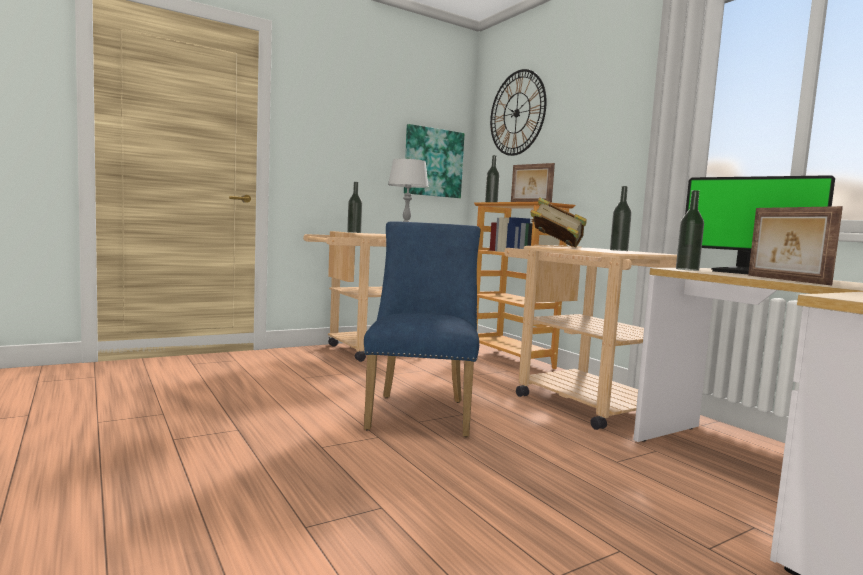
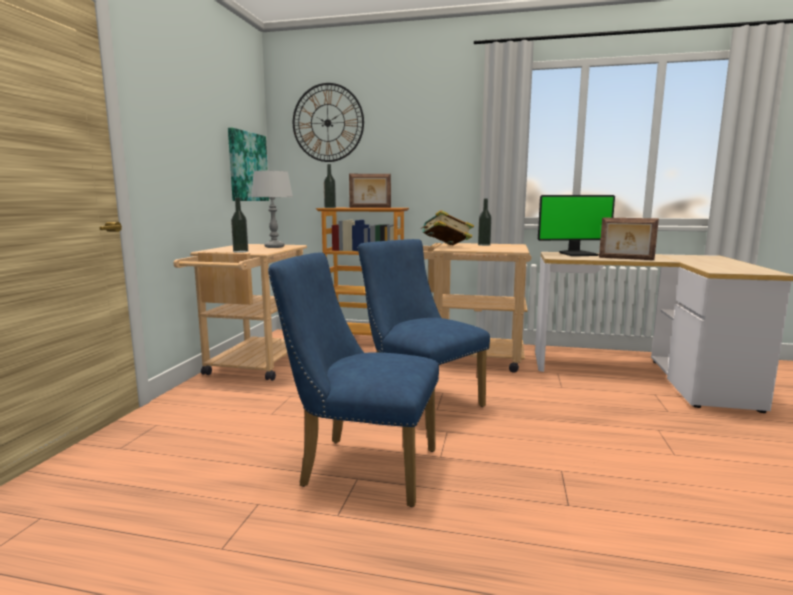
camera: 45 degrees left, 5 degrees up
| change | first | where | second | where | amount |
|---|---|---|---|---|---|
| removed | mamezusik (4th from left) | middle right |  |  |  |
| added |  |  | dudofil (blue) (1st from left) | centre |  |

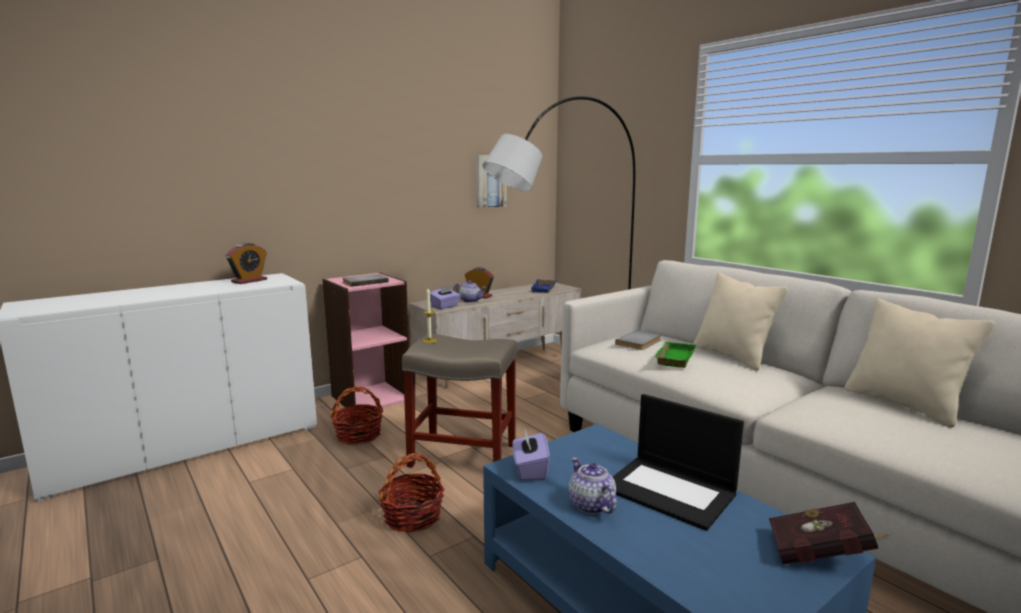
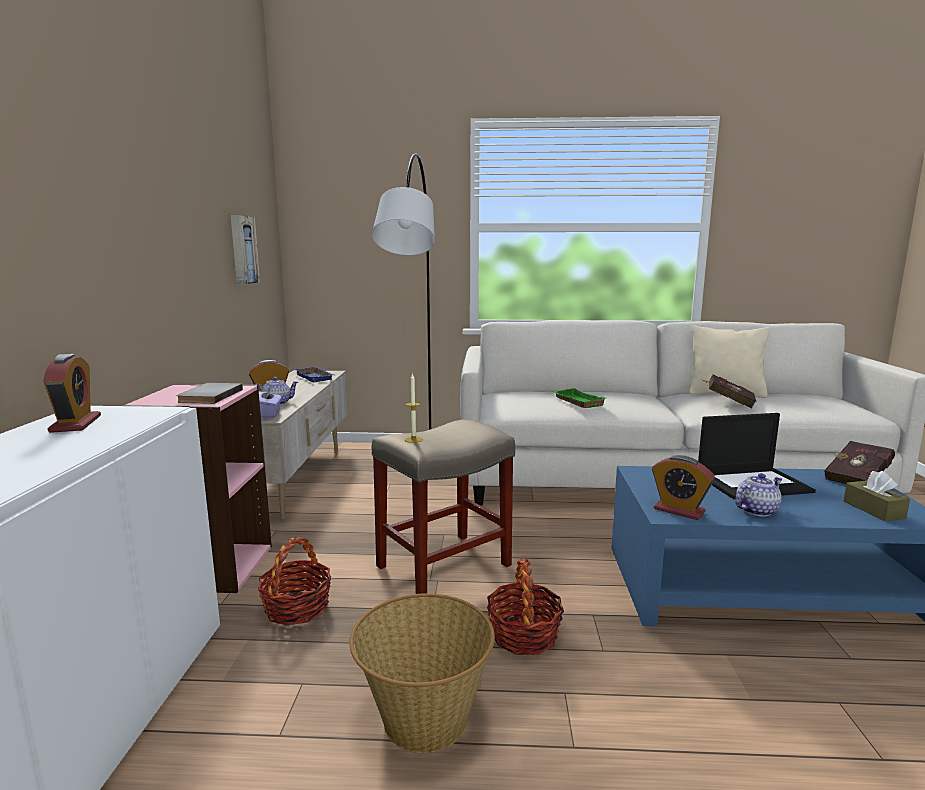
camera: 50 degrees left, 0 degrees up
| change | first | where | second | where | amount |
|---|---|---|---|---|---|
| replaced | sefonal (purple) (2nd from left) | bottom centre | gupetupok (3rd from left) | middle right |  |
| turned | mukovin (2nd from left) | bottom centre |  | middle right | 135 degrees clockwise |
| removed | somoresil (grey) (2nd from left) | centre |  |  |  |
| removed | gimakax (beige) (1st from left) | middle right |  |  |  |
| added |  |  | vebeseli (2nd from left) | bottom centre |  |
| added |  |  | somoresil (red) (1st from left) | middle right |  |
| added |  |  | sefonal (brown) | middle right |  |

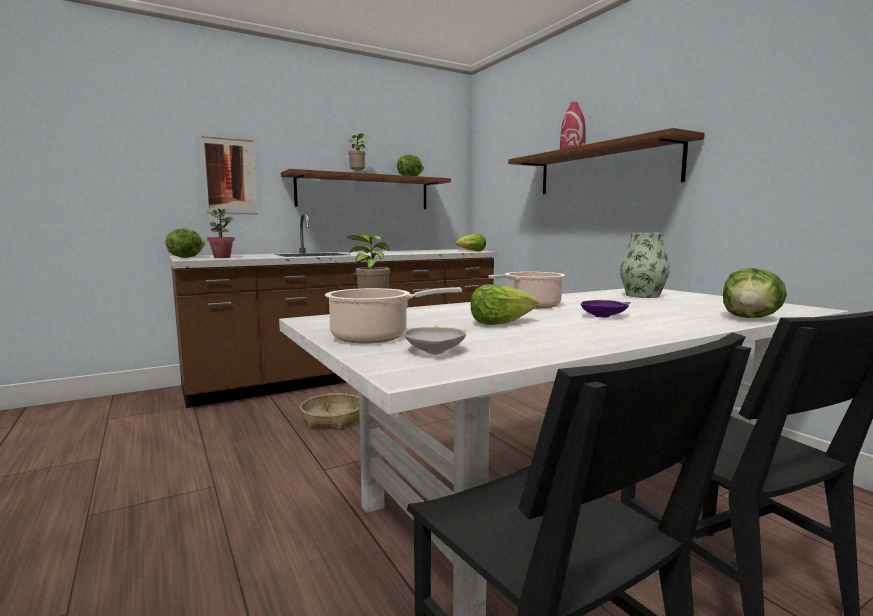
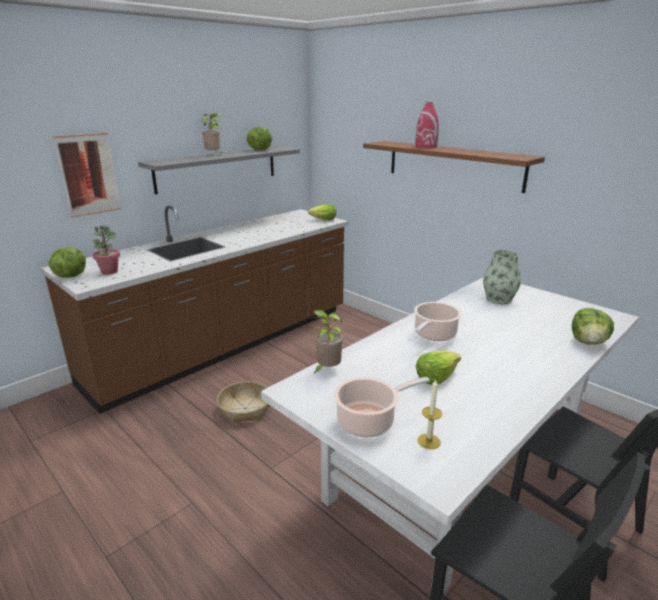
camera: 15 degrees left, 15 degrees up
| change | first | where | second | where | amount |
|---|---|---|---|---|---|
| recoloured | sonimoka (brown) (1st from left) | top centre | sonimoka (grey) | top left |  |
| replaced | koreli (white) | centre | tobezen | bottom centre |  |
| removed | koreli (purple) | middle right |  |  |  |

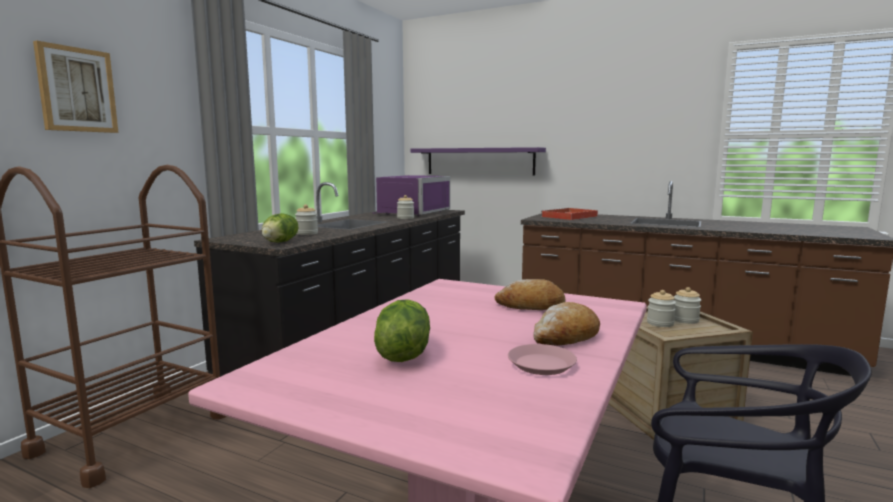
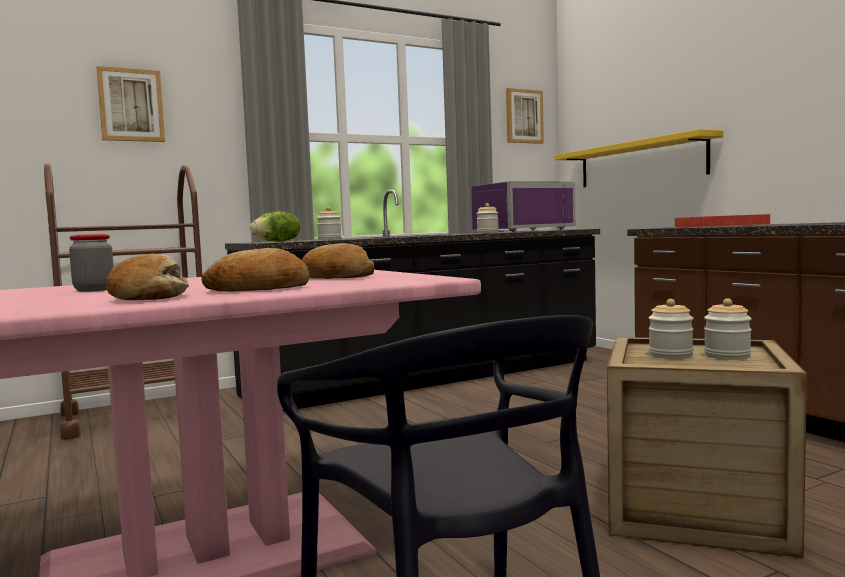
camera: 35 degrees right, 5 degrees down
| change | first | where | second | where | amount |
|---|---|---|---|---|---|
| replaced | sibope (2nd from left) | centre | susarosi (1st from left) | middle left |  |
| recoloured | sonimoka (purple) | top centre | sonimoka (yellow) | top right |  |
| replaced | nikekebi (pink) | bottom centre | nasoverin (1st from left) | middle left |  |
| added |  |  | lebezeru (2nd from left) | top centre |  |

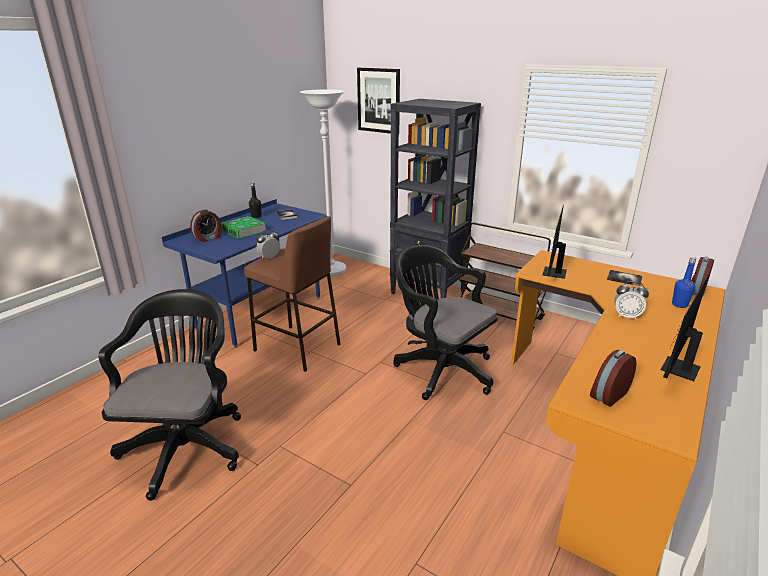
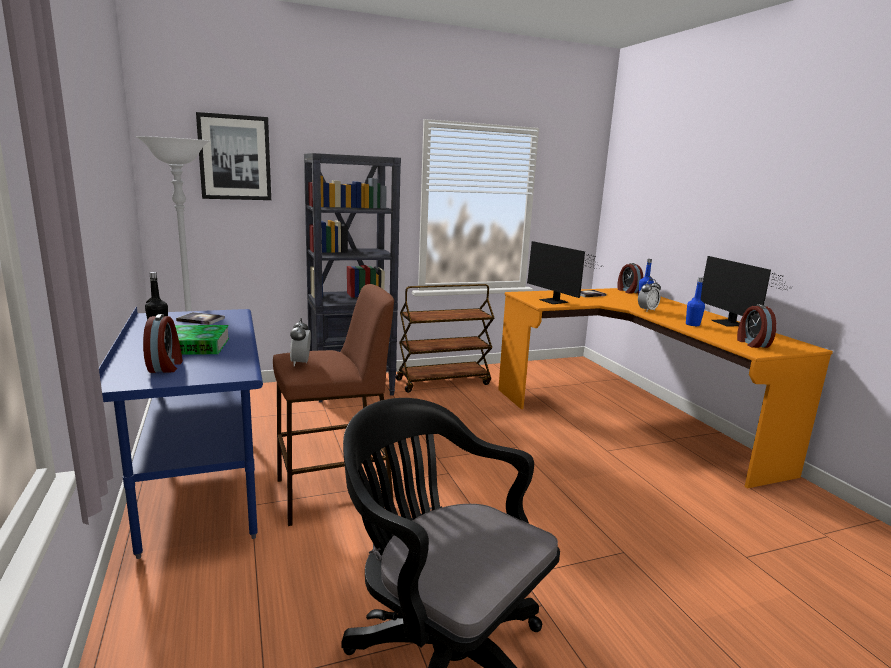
camera: 55 degrees left, 10 degrees down
| change | first | where | second | where | amount |
|---|---|---|---|---|---|
| removed | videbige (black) (2nd from left) | centre |  |  |  |
| added |  |  | mamezusik (blue) (2nd from left) | middle right |  |

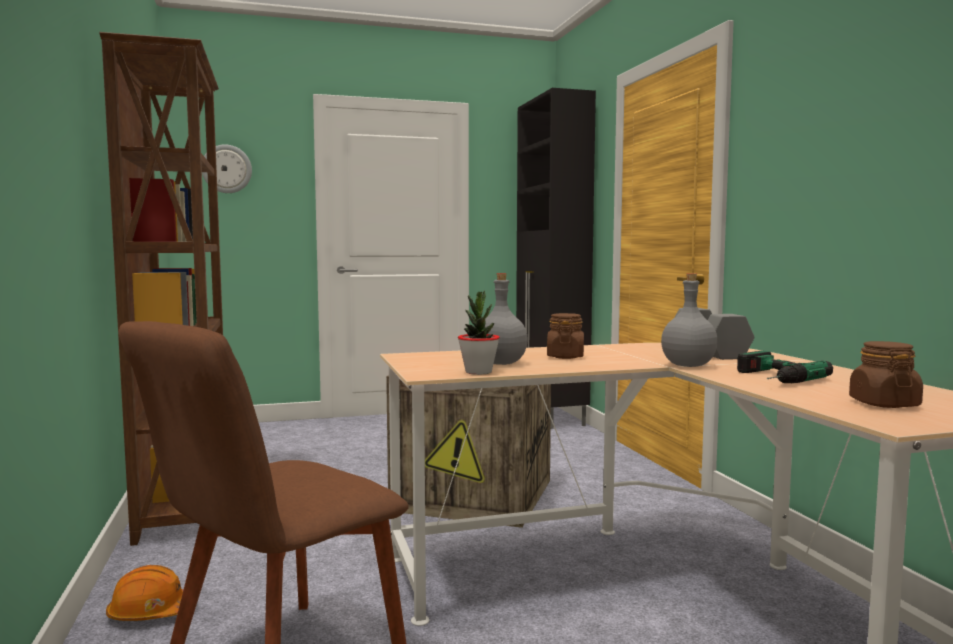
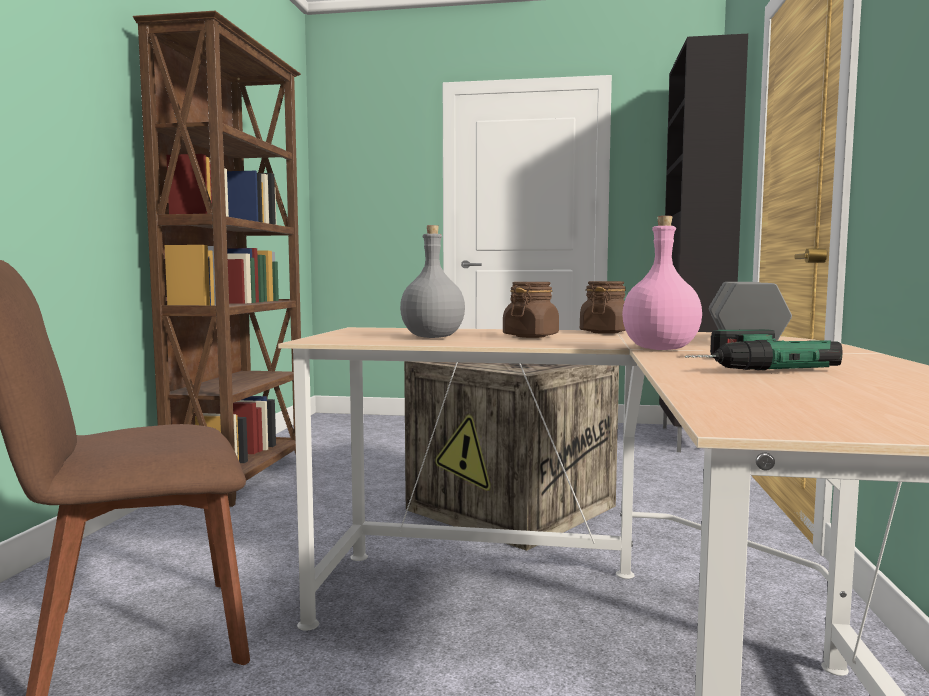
camera: 25 degrees right, 0 degrees up
| change | first | where | second | where | amount |
|---|---|---|---|---|---|
| removed | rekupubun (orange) | bottom left |  |  |  |
| removed | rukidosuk | top left |  |  |  |
| removed | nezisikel | centre |  |  |  |
| recoloured | mamezusik (grey) (2nd from left) | middle right | mamezusik (pink) | middle right |  |
| moved | susarosi (brown) (2nd from left) | middle right |  | centre |  |

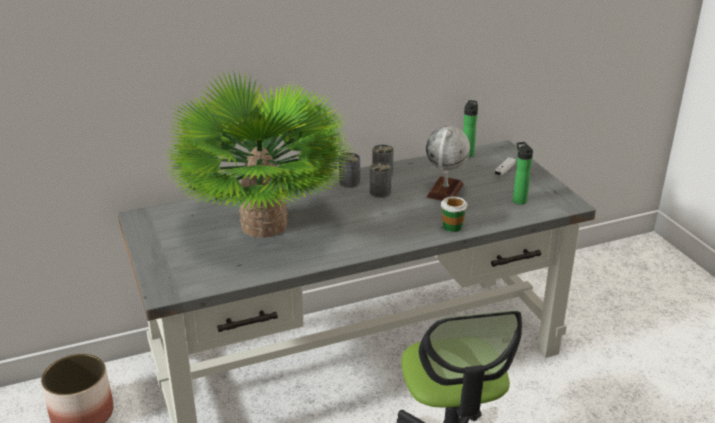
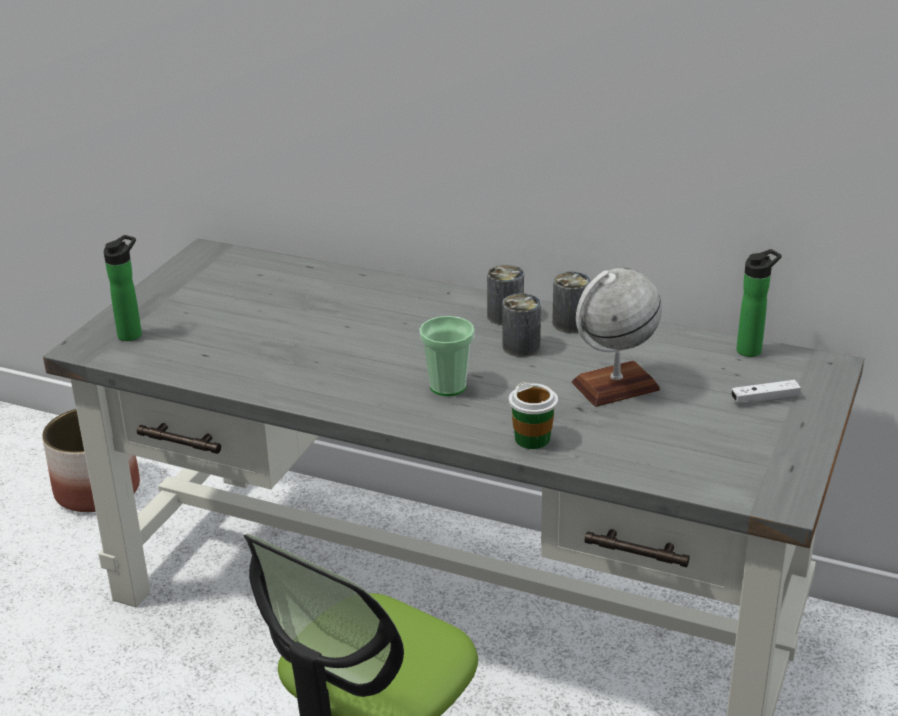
camera: 45 degrees right, 0 degrees up
| change | first | where | second | where | amount |
|---|---|---|---|---|---|
| removed | nezisikel | centre |  |  |  |
| moved | mamezusik (2nd from left in the first image) | middle right | mamezusik (1st from left) | middle left |  |
| added |  |  | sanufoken (1st from left) | centre |  |

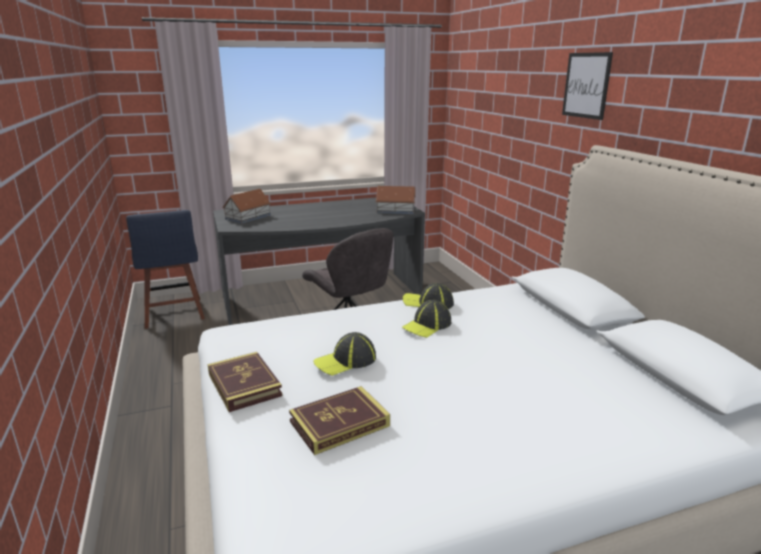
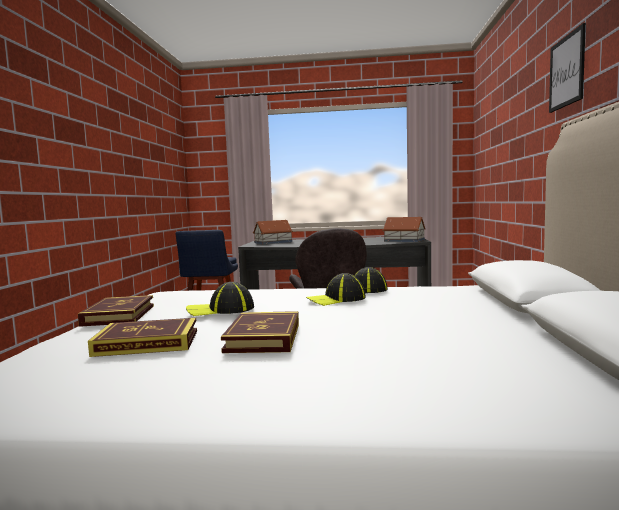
camera: 25 degrees right, 15 degrees down
| change | first | where | second | where | amount |
|---|---|---|---|---|---|
| added |  |  | somoresil (3rd from left) | centre |  |

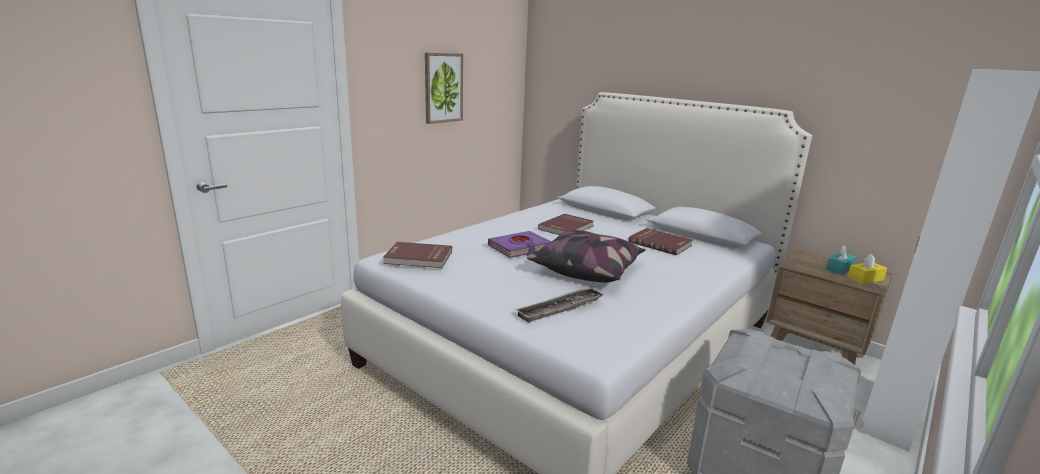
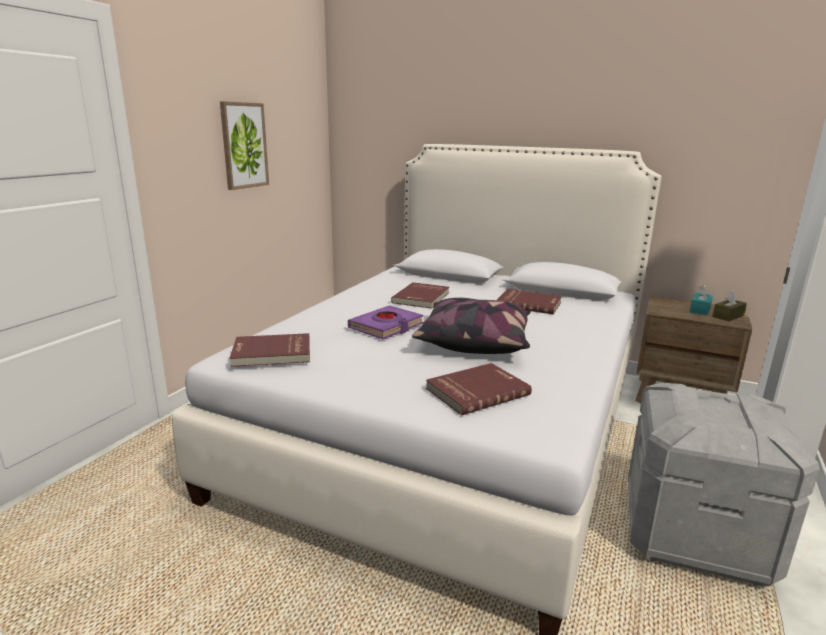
camera: 15 degrees left, 0 degrees up
| change | first | where | second | where | amount |
|---|---|---|---|---|---|
| replaced | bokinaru | centre | somoresil (red) (3rd from left) | centre |  |
| recoloured | sefonal (yellow) | middle right | sefonal (brown) | middle right |  |

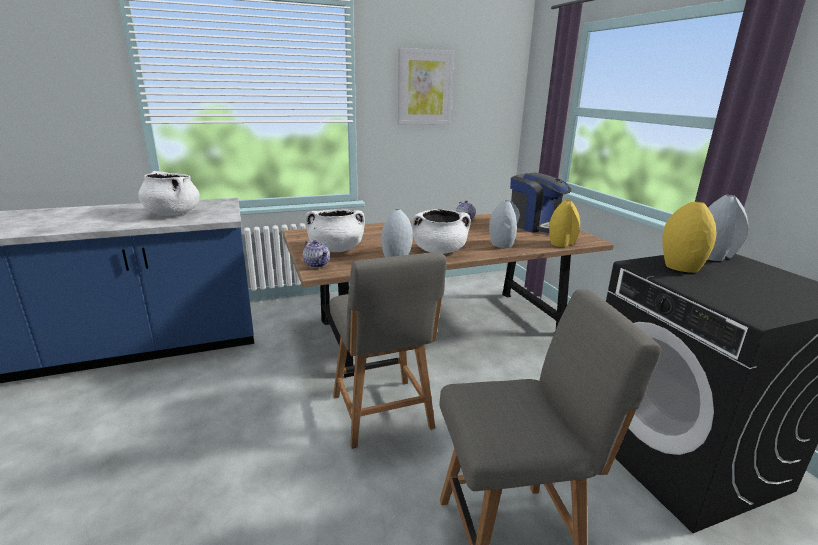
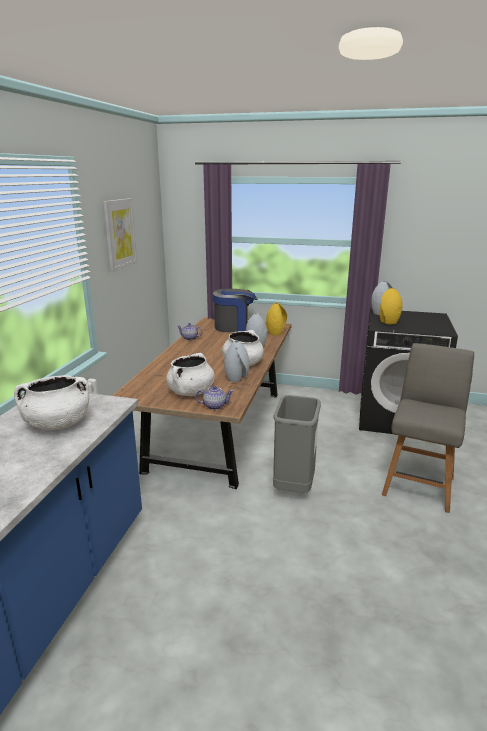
camera: 55 degrees left, 0 degrees up
| change | first | where | second | where | amount |
|---|---|---|---|---|---|
| replaced | dudofil (grey) (1st from left) | centre | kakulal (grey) | centre |  |

